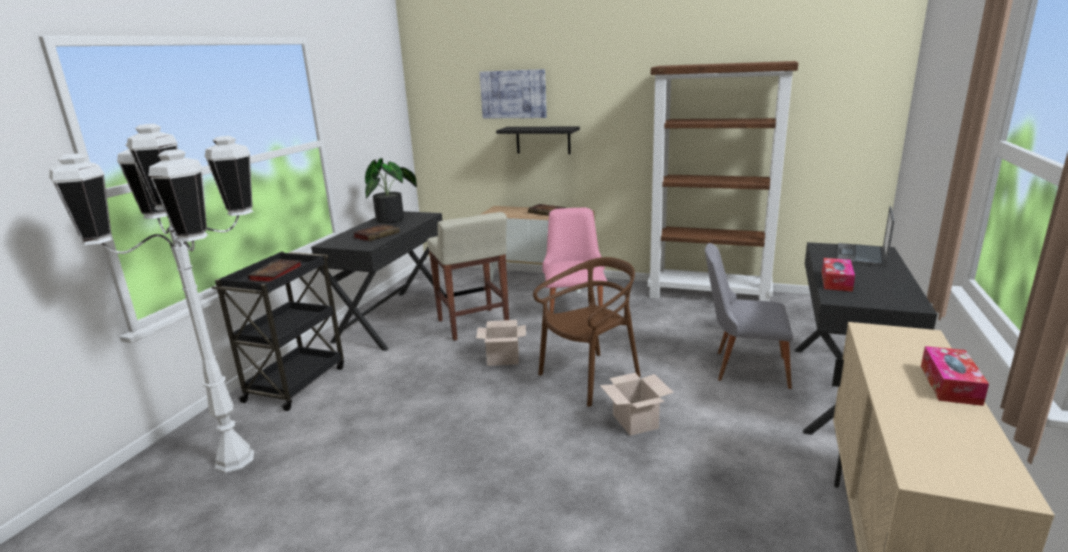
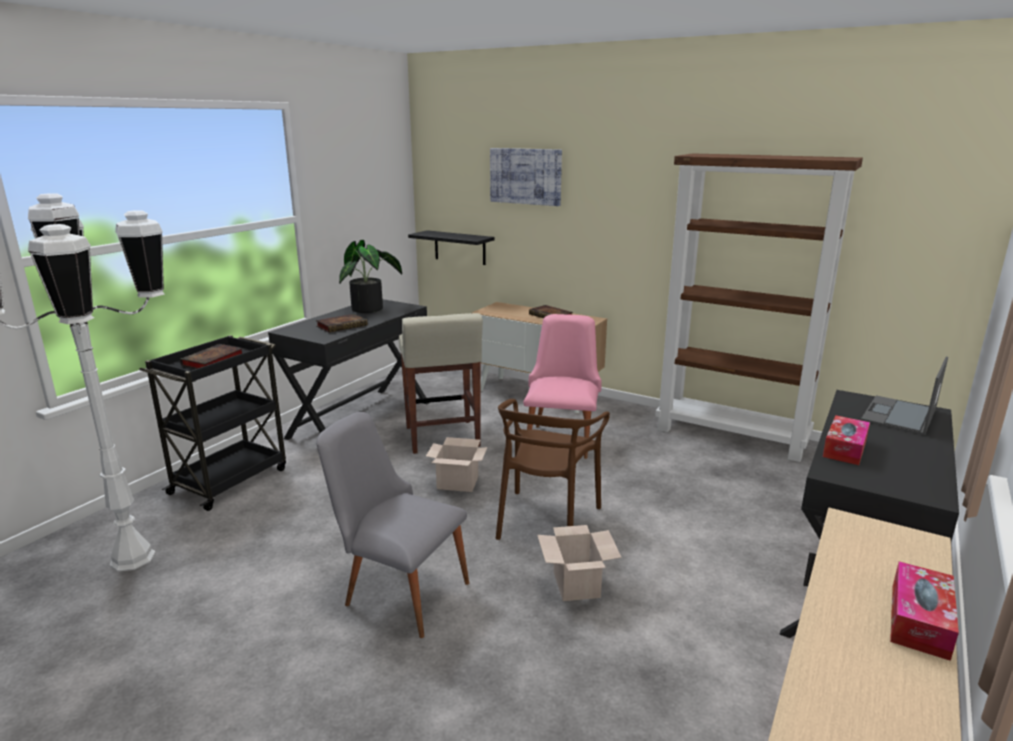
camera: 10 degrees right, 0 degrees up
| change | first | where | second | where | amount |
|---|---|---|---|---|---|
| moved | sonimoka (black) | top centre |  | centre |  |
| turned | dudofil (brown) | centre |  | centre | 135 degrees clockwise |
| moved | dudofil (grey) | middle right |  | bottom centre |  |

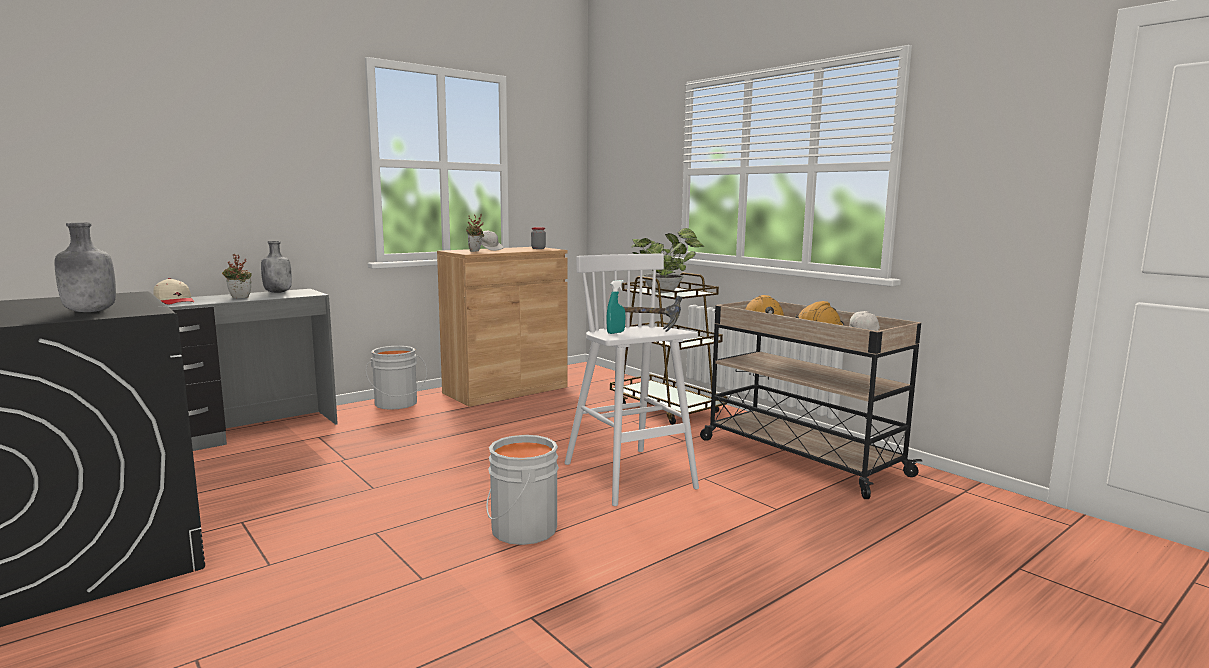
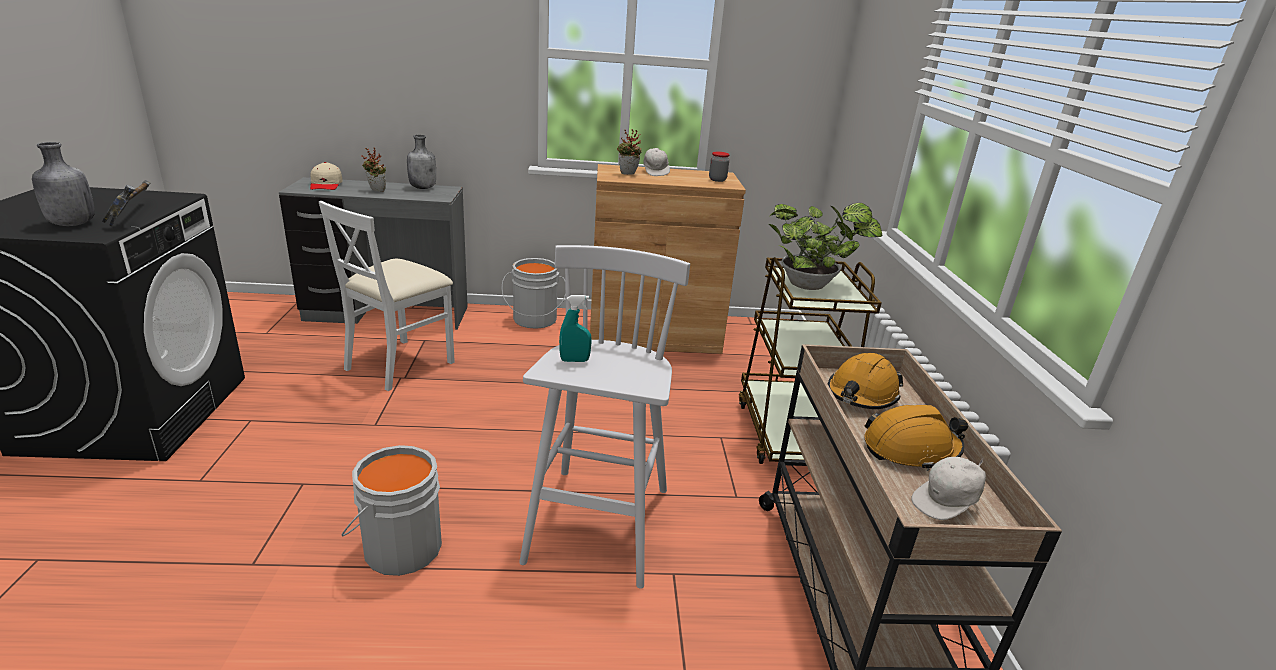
camera: 35 degrees right, 15 degrees up
| change | first | where | second | where | amount |
|---|---|---|---|---|---|
| moved | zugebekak | centre |  | top left |  |
| added |  |  | dudofil (white) | middle left |  |

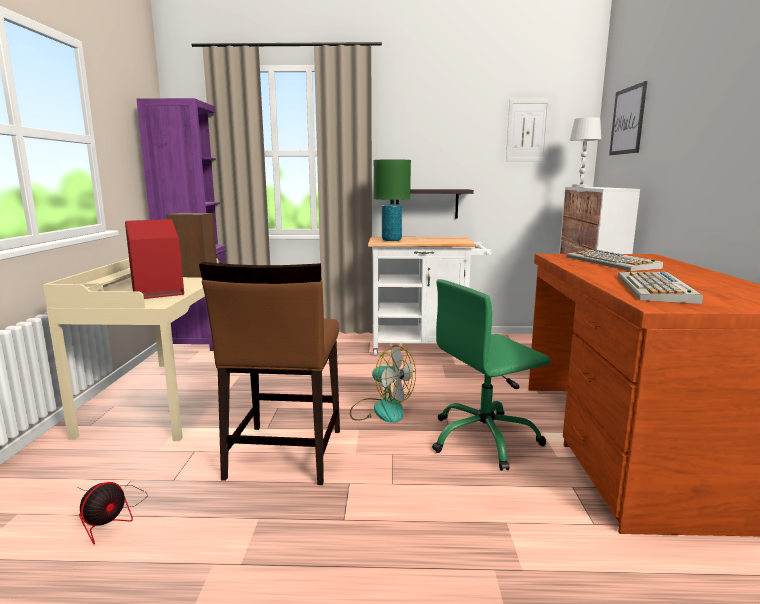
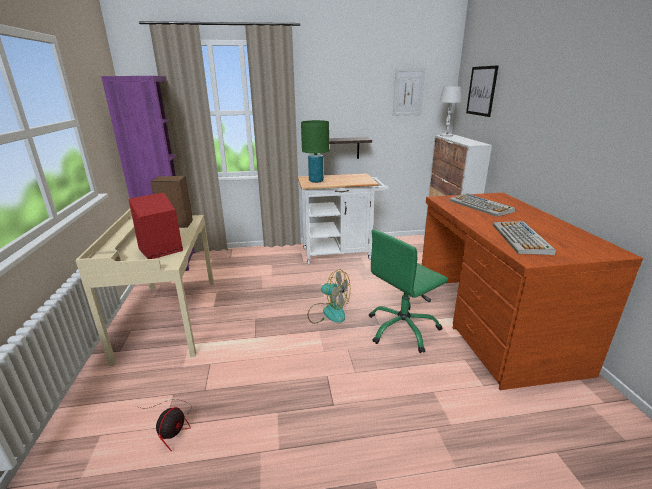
camera: 10 degrees left, 10 degrees up
| change | first | where | second | where | amount |
|---|---|---|---|---|---|
| removed | dudofil (brown) | centre |  |  |  |

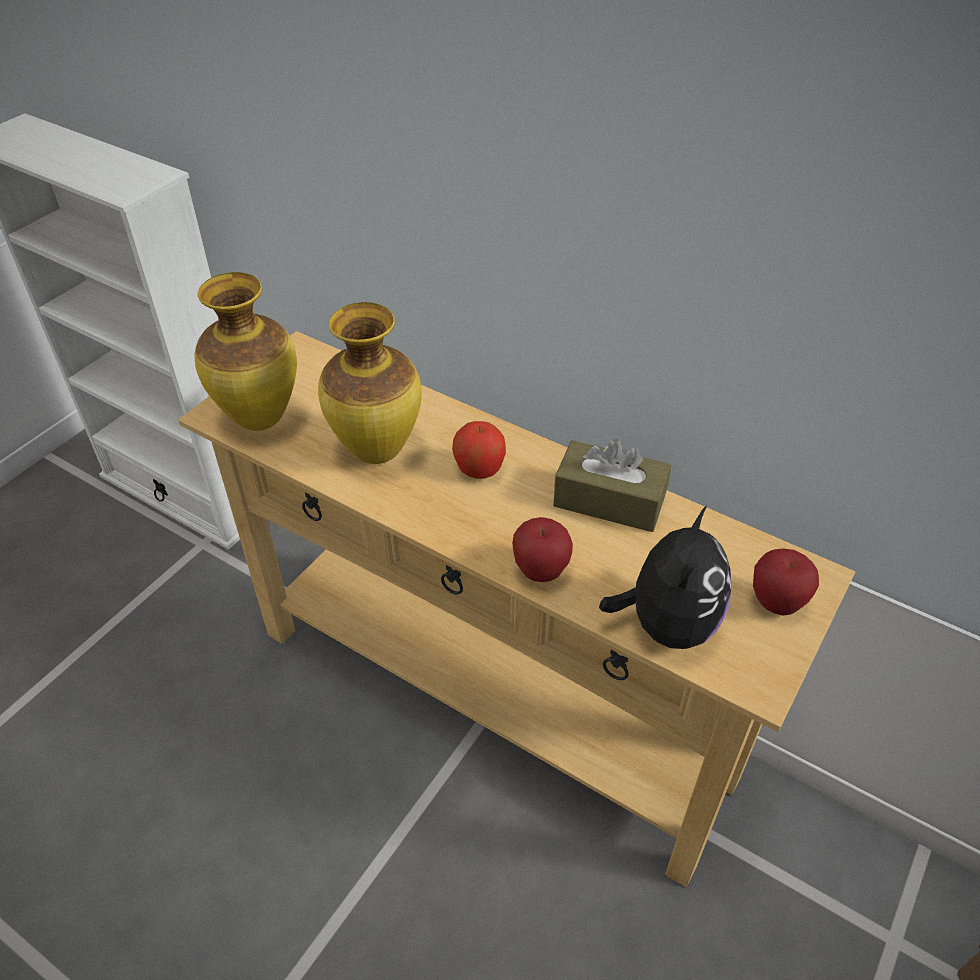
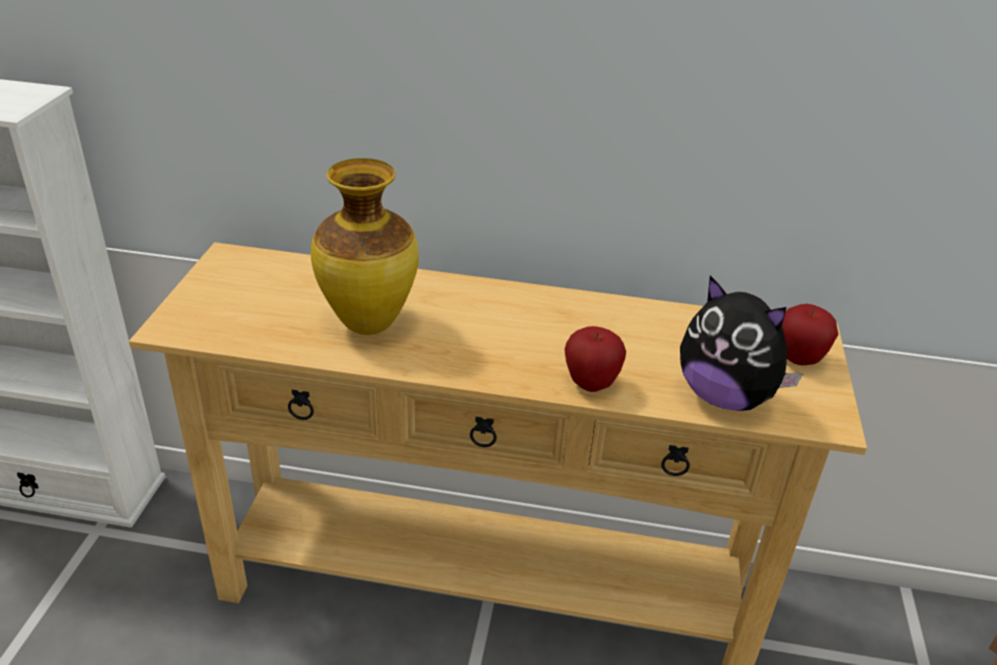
camera: 25 degrees left, 10 degrees down
| change | first | where | second | where | amount |
|---|---|---|---|---|---|
| removed | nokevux (1st from left) | middle left |  |  |  |
| removed | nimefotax (1st from left) | centre |  |  |  |
| removed | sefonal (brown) | centre |  |  |  |
| turned | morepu | middle right |  | middle right | 135 degrees clockwise |

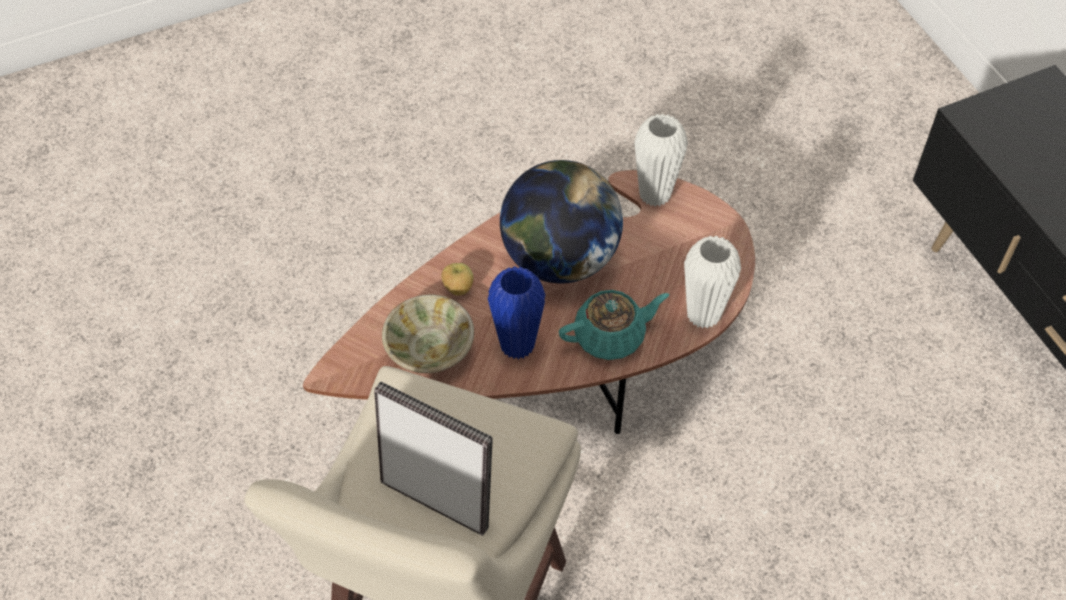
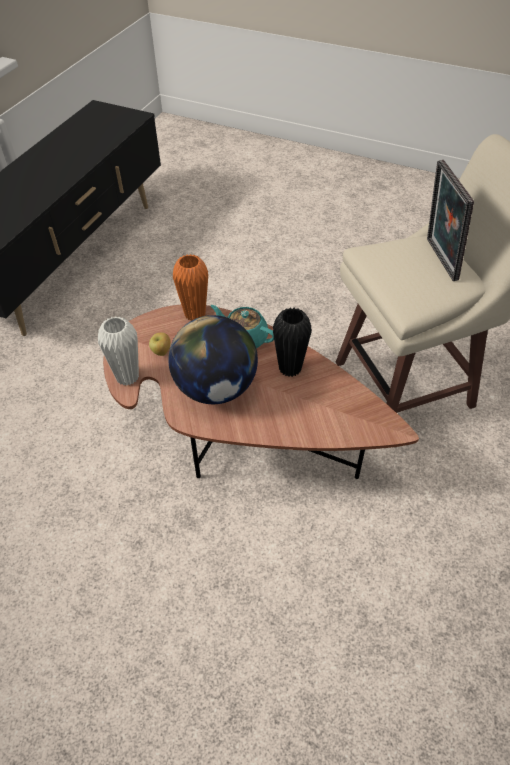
camera: 130 degrees left, 5 degrees down
| change | first | where | second | where | amount |
|---|---|---|---|---|---|
| removed | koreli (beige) | centre |  |  |  |
| moved | nimefotax | centre |  | middle left |  |
| recoloured | nokevux (blue) | centre | nokevux (black) | centre |  |
| recoloured | nokevux (white) (2nd from left) | middle right | nokevux (orange) | centre |  |

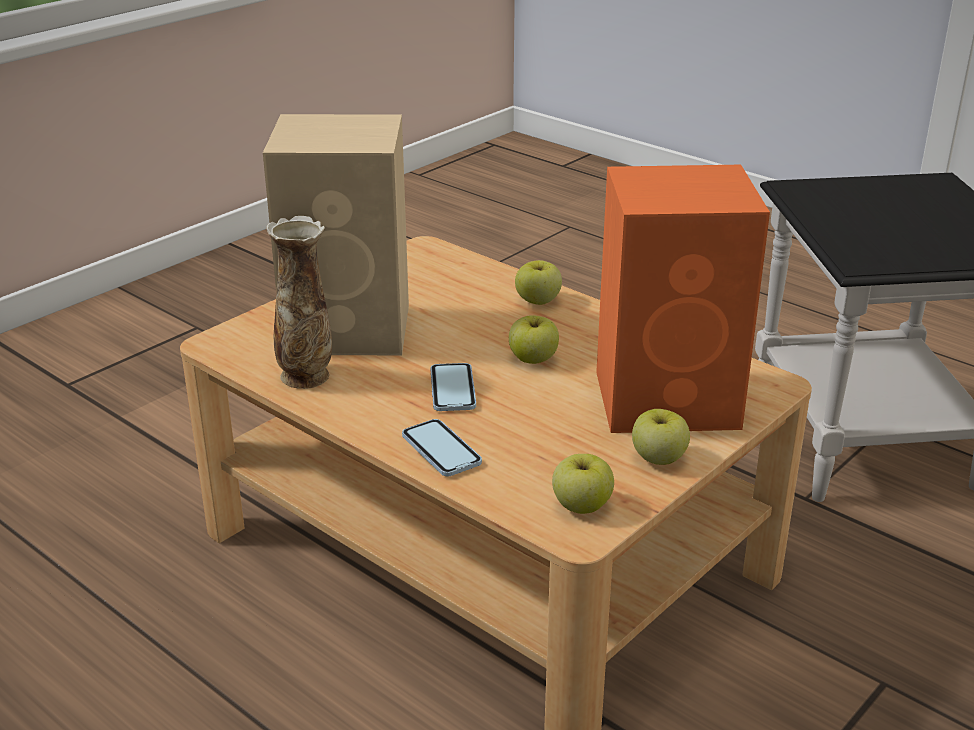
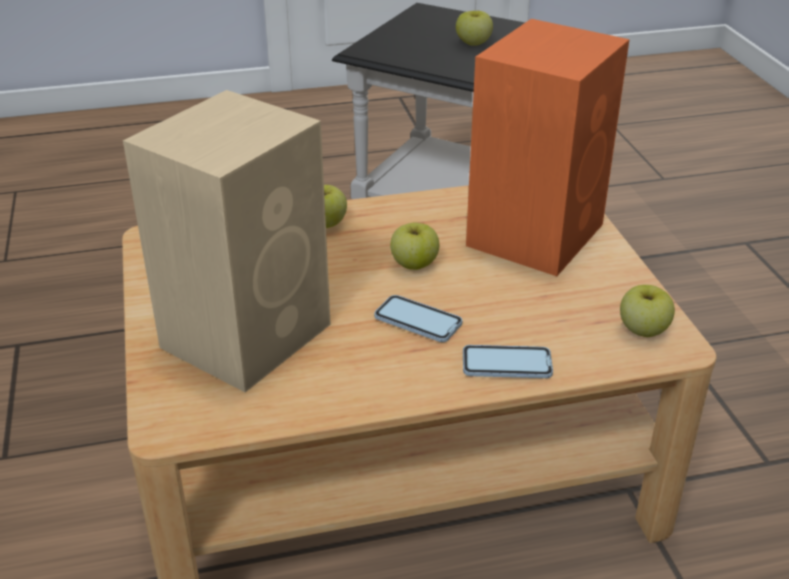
camera: 55 degrees left, 5 degrees up
| change | first | where | second | where | amount |
|---|---|---|---|---|---|
| removed | nokevux | middle left |  |  |  |
| moved | nimefotax (4th from left in the first image) | middle right | nimefotax (3rd from left) | top centre |  |

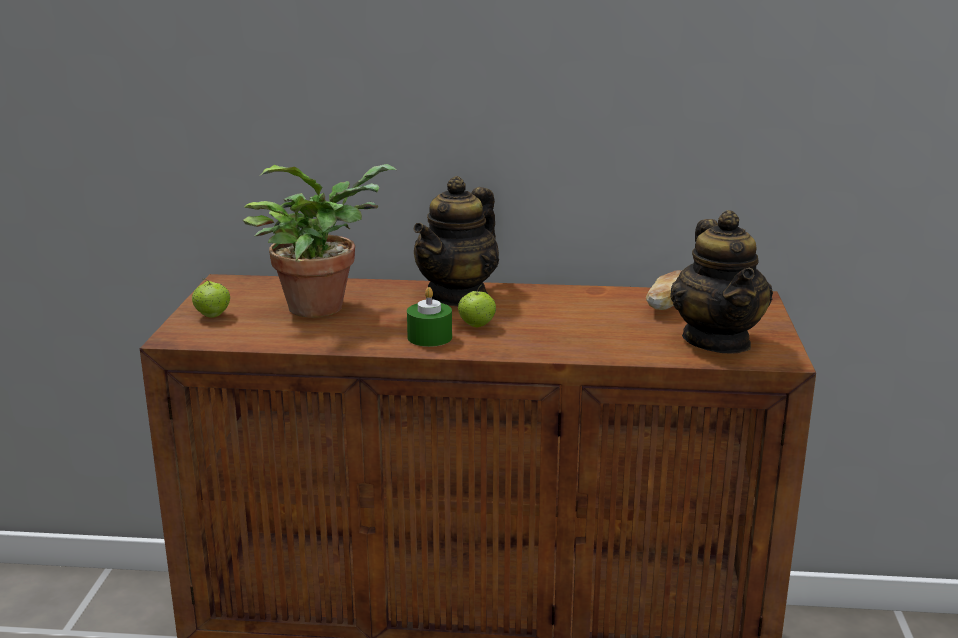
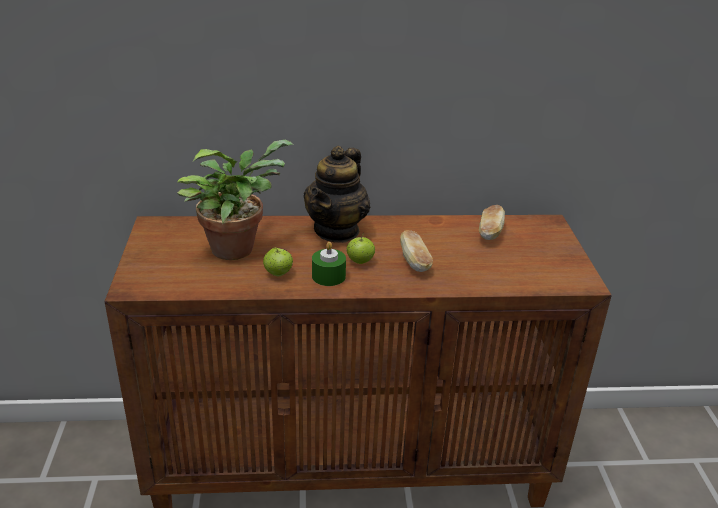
camera: 10 degrees left, 10 degrees up
| change | first | where | second | where | amount |
|---|---|---|---|---|---|
| moved | nimefotax (1st from left) | middle left |  | centre |  |
| removed | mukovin (2nd from left) | middle right |  |  |  |
| added |  |  | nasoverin (1st from left) | centre |  |

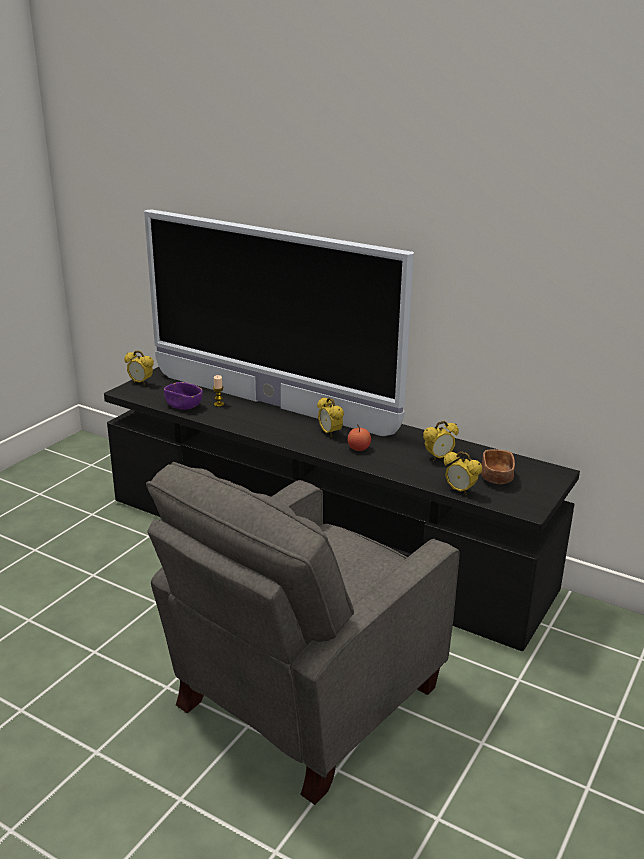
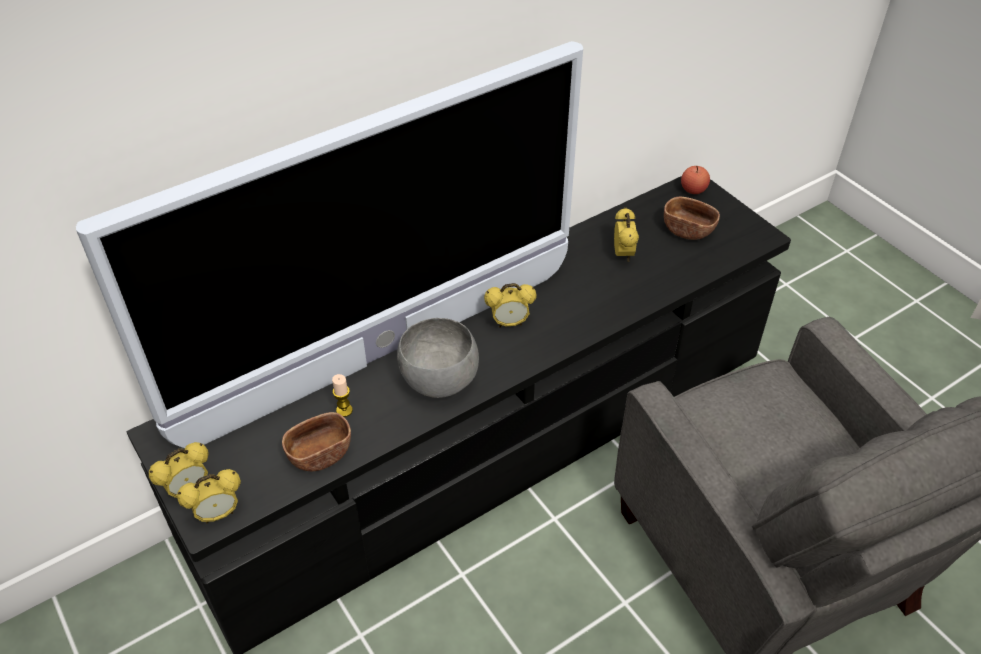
camera: 65 degrees left, 20 degrees up
| change | first | where | second | where | amount |
|---|---|---|---|---|---|
| recoloured | koreli (purple) | middle left | koreli (brown) (1st from left) | bottom left |  |
| moved | nimefotax | centre |  | top right |  |
| moved | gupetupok (4th from left in the first image) | middle right | gupetupok (2nd from left) | bottom left |  |
| added |  |  | koreli (grey) | centre |  |

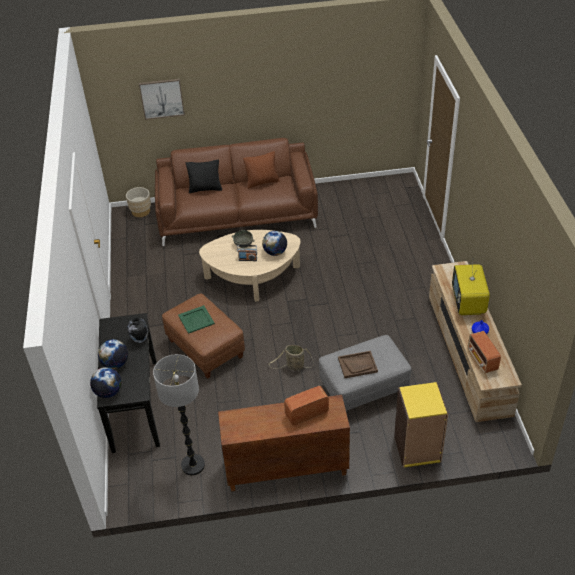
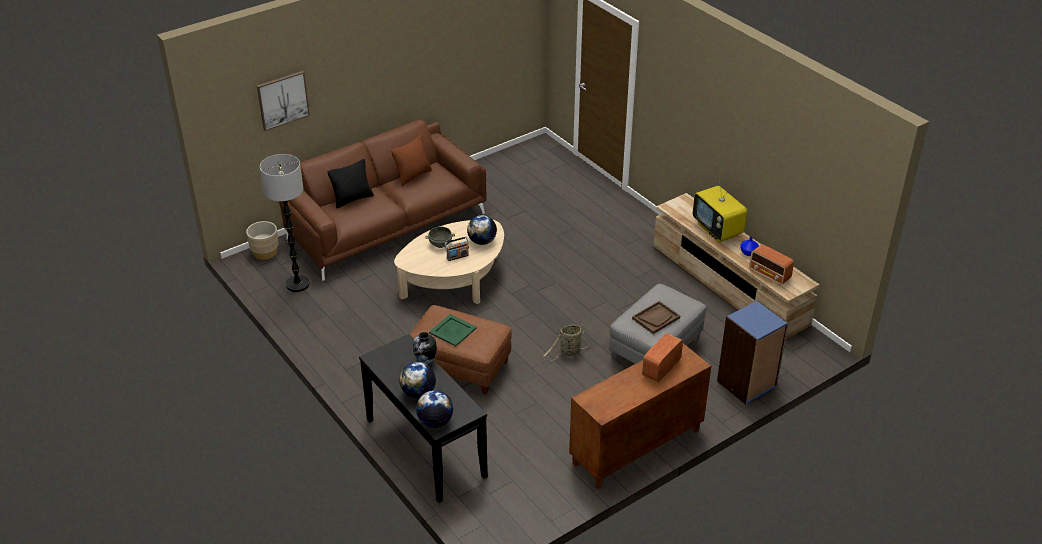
camera: 30 degrees left, 5 degrees down
| change | first | where | second | where | amount |
|---|---|---|---|---|---|
| moved | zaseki | bottom left |  | middle left |  |
| recoloured | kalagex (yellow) | bottom right | kalagex (blue) | middle right |  |

